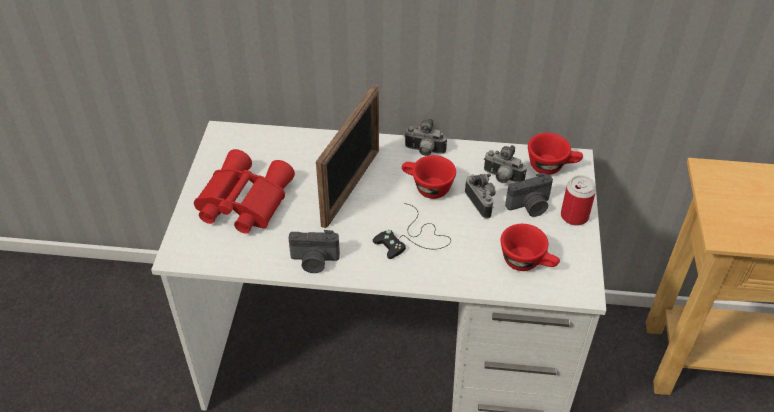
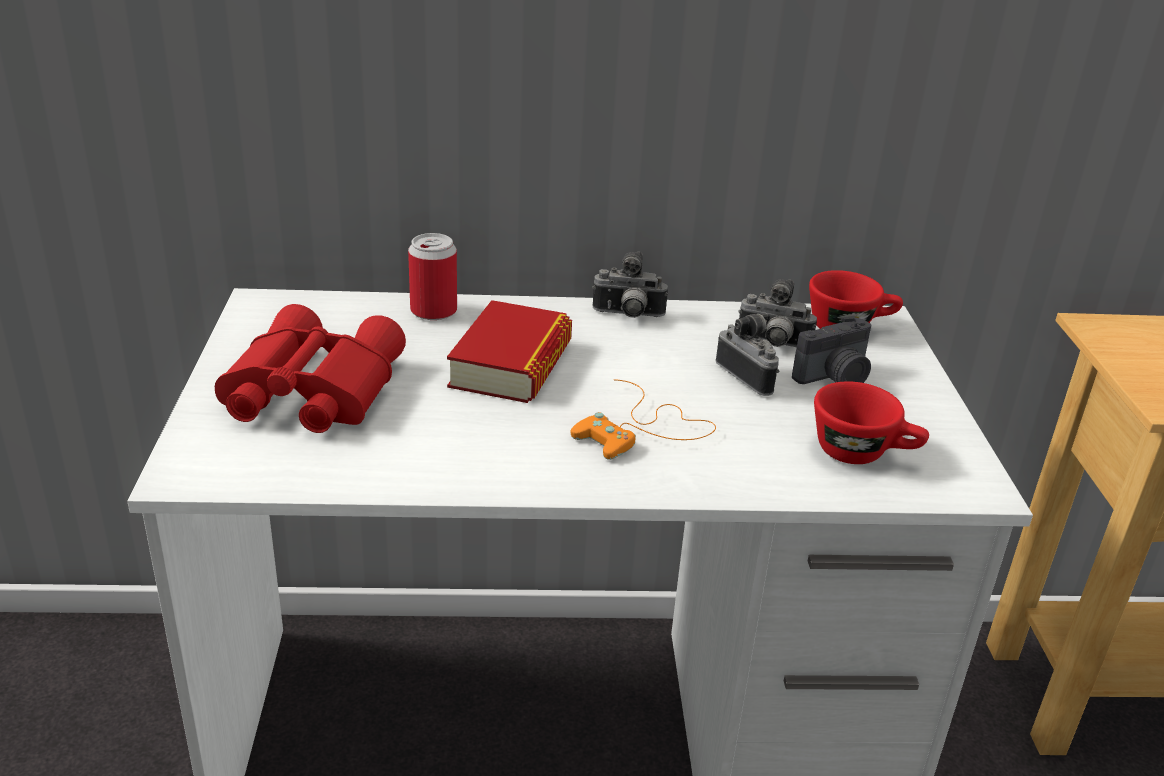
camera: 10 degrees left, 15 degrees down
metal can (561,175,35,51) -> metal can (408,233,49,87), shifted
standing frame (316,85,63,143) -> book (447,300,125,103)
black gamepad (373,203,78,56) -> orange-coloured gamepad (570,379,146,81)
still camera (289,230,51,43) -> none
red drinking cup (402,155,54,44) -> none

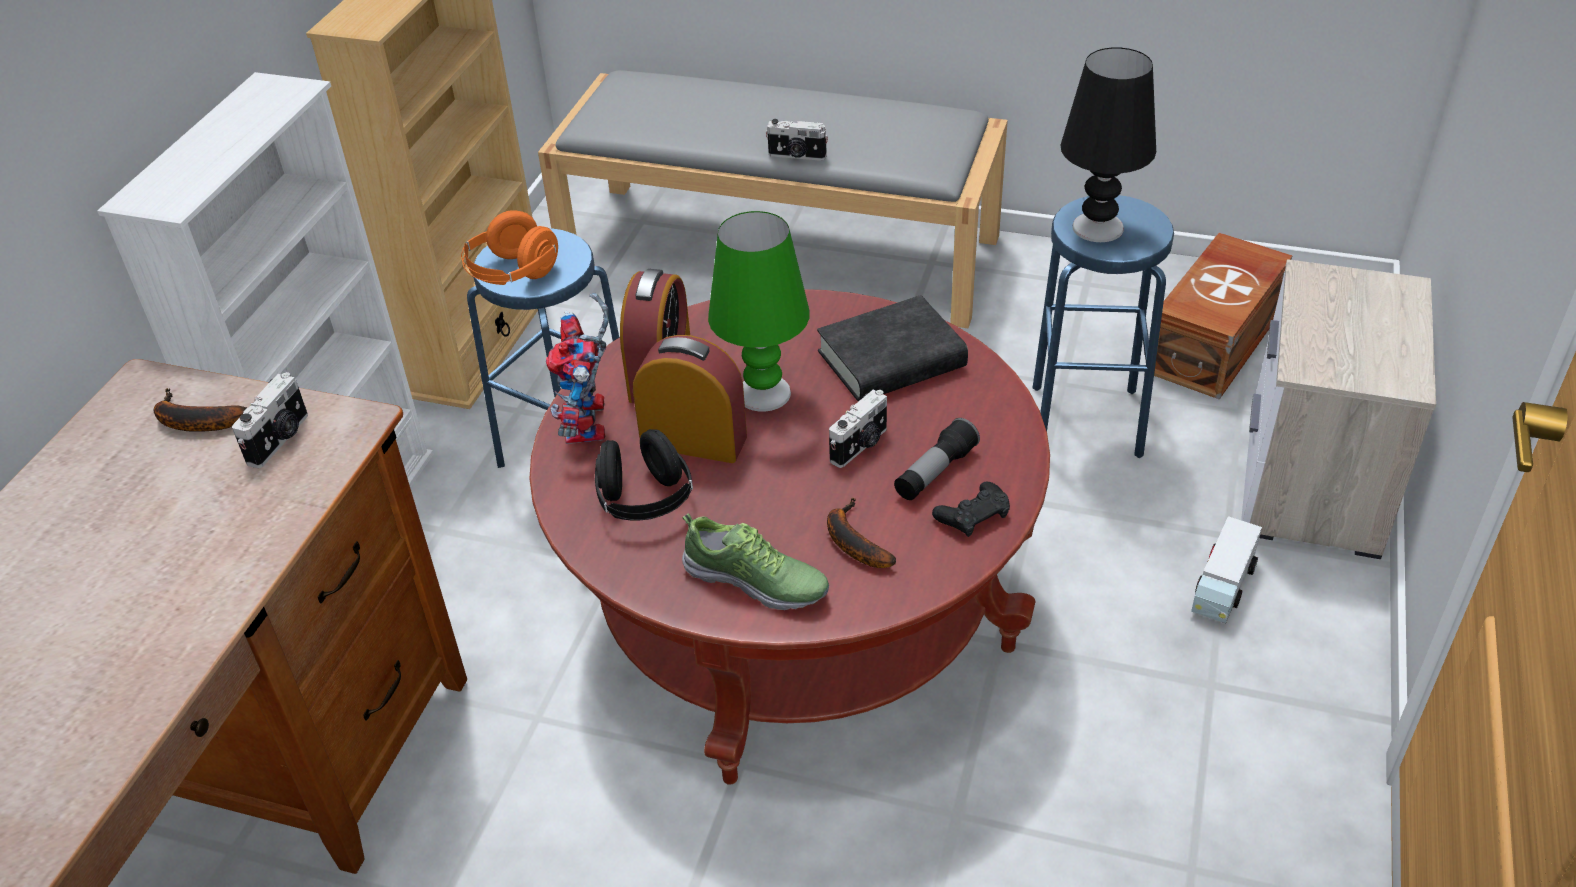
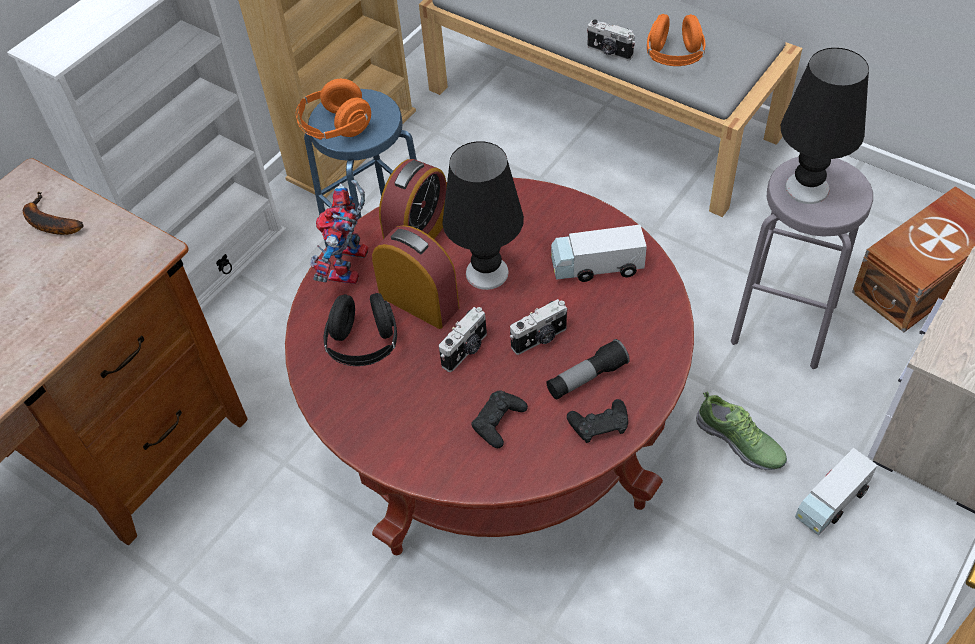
camera: 20 degrees right, 10 degrees up
still camera (232,372,76,96) -> still camera (439,307,48,65), shifted
greenish lamp for a table (708,211,102,200) -> black lamp for a table (442,142,82,148)
banana fruit (827,498,69,70) -> black gamepad (471,390,57,58)
black book (817,295,151,106) -> model truck (551,225,96,57)
none -> orange-coloured headphones (647,14,58,52)
low shoe (682,513,147,97) -> low shoe (696,392,91,78), shifted
bluish sitting stool (1032,195,142,263) -> greyish sitting stool (731,157,142,212)

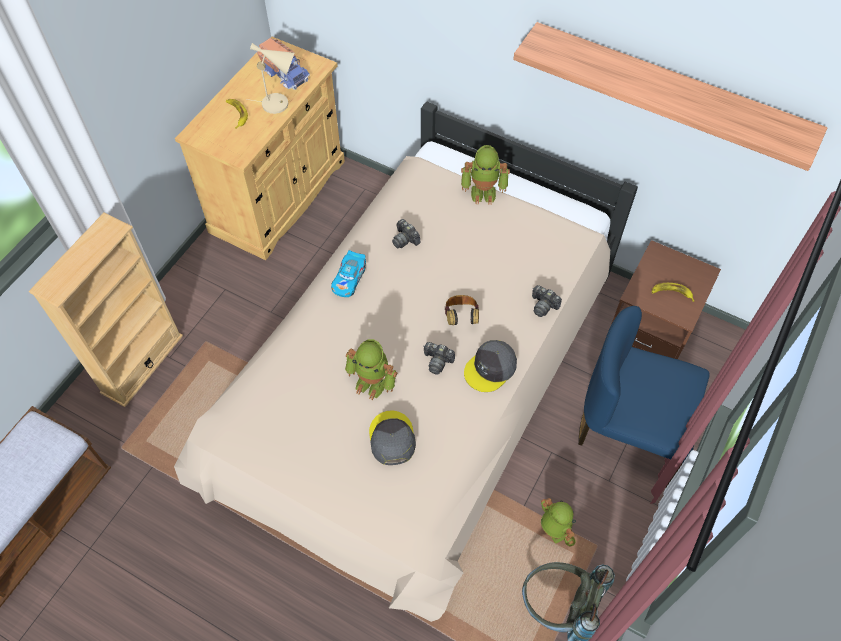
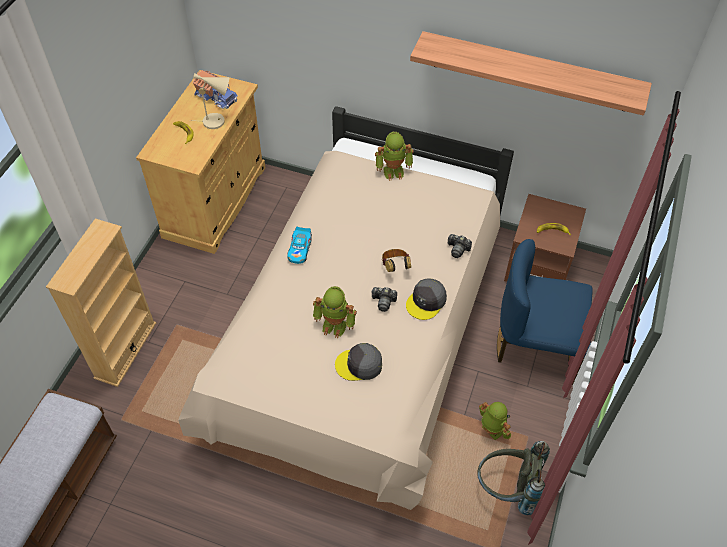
camera: 10 degrees left, 5 degrees down
greyish cap (369,410,47,55) -> greyish cap (335,343,47,38), 75 degrees counterclockwise
still camera (392,219,29,29) -> none

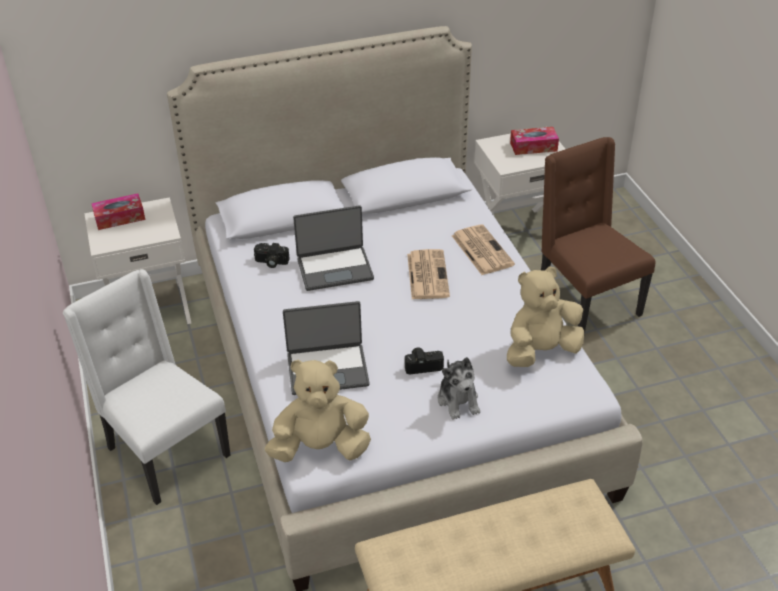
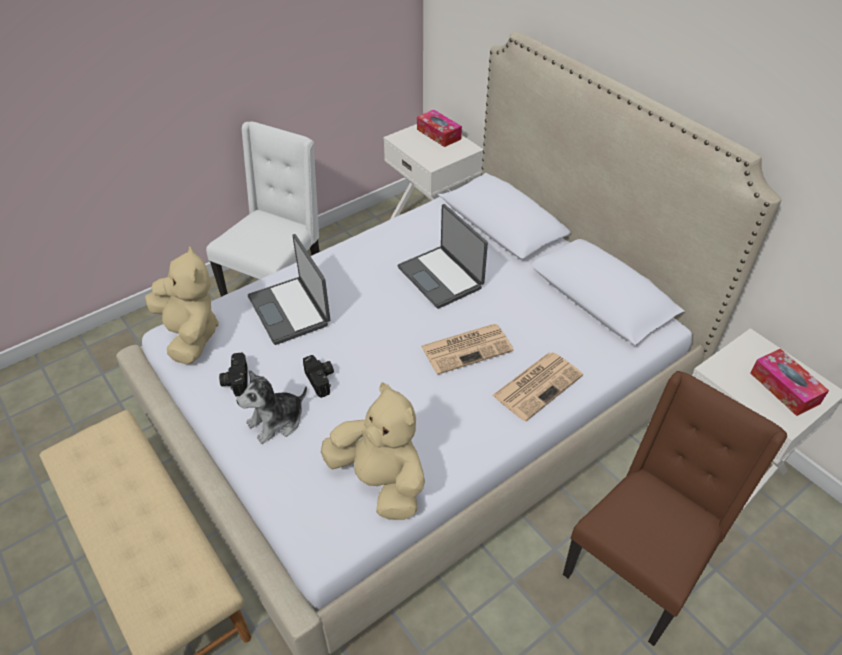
camera: 70 degrees right, 5 degrees up
still camera (254,243,36,25) -> still camera (219,352,28,44), shifted

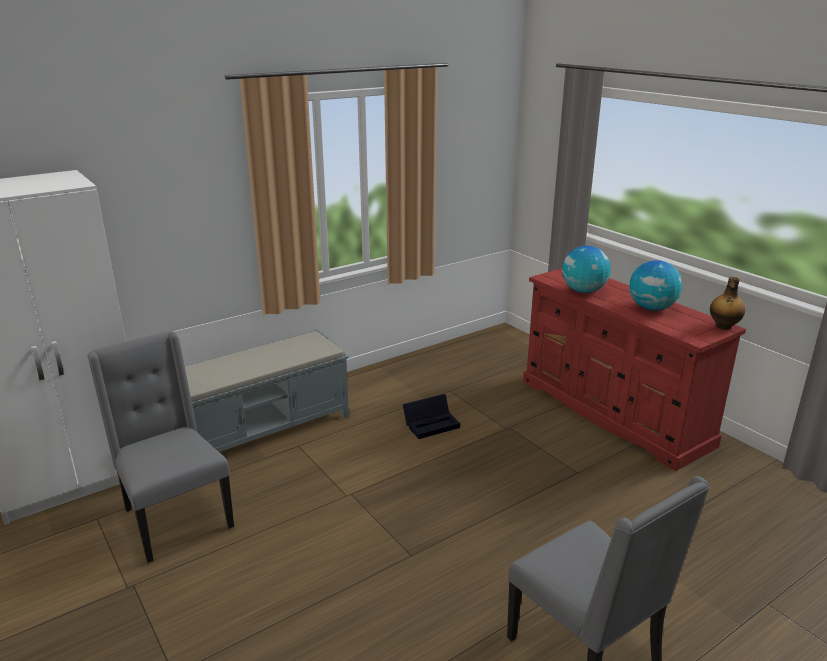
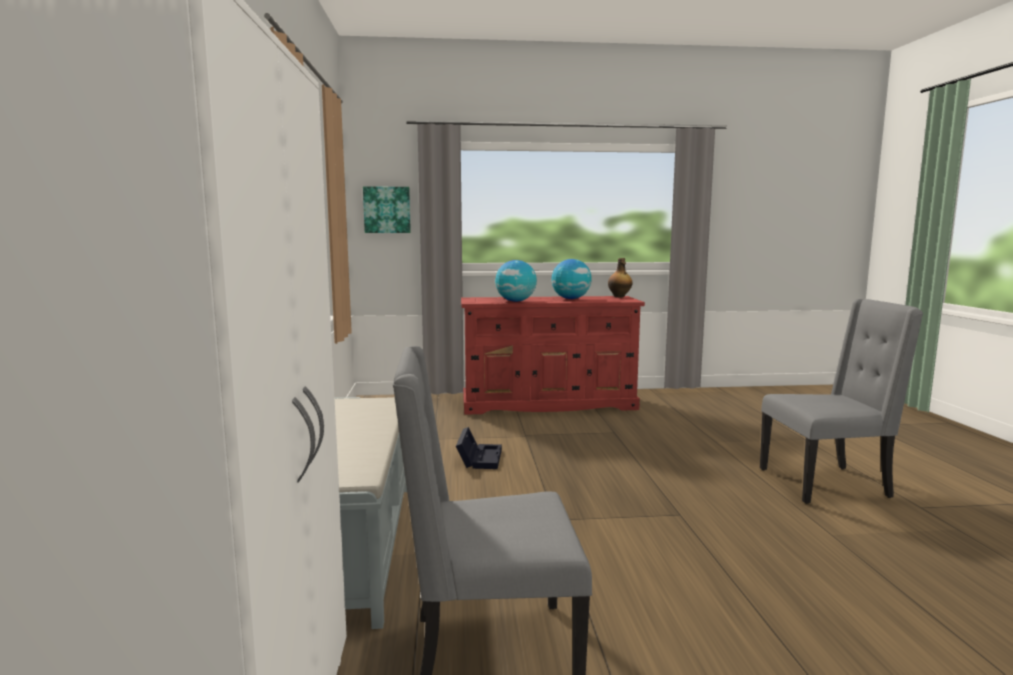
camera: 60 degrees left, 15 degrees down
none -> picture (363,186,48,47)

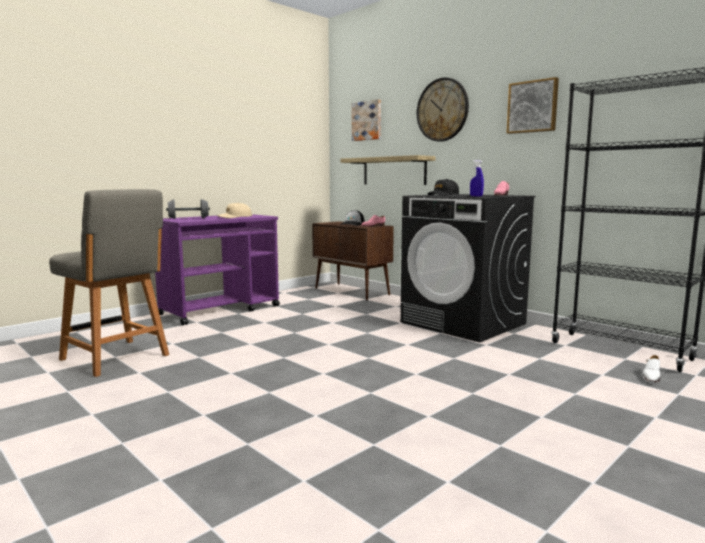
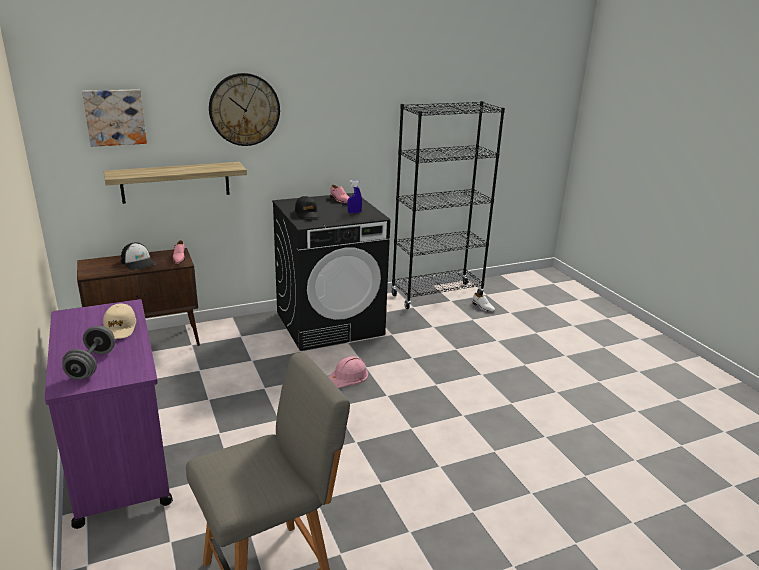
camera: 70 degrees left, 15 degrees up
none -> pink work helmet (328,356,40,32)
picture (506,77,53,57) -> none

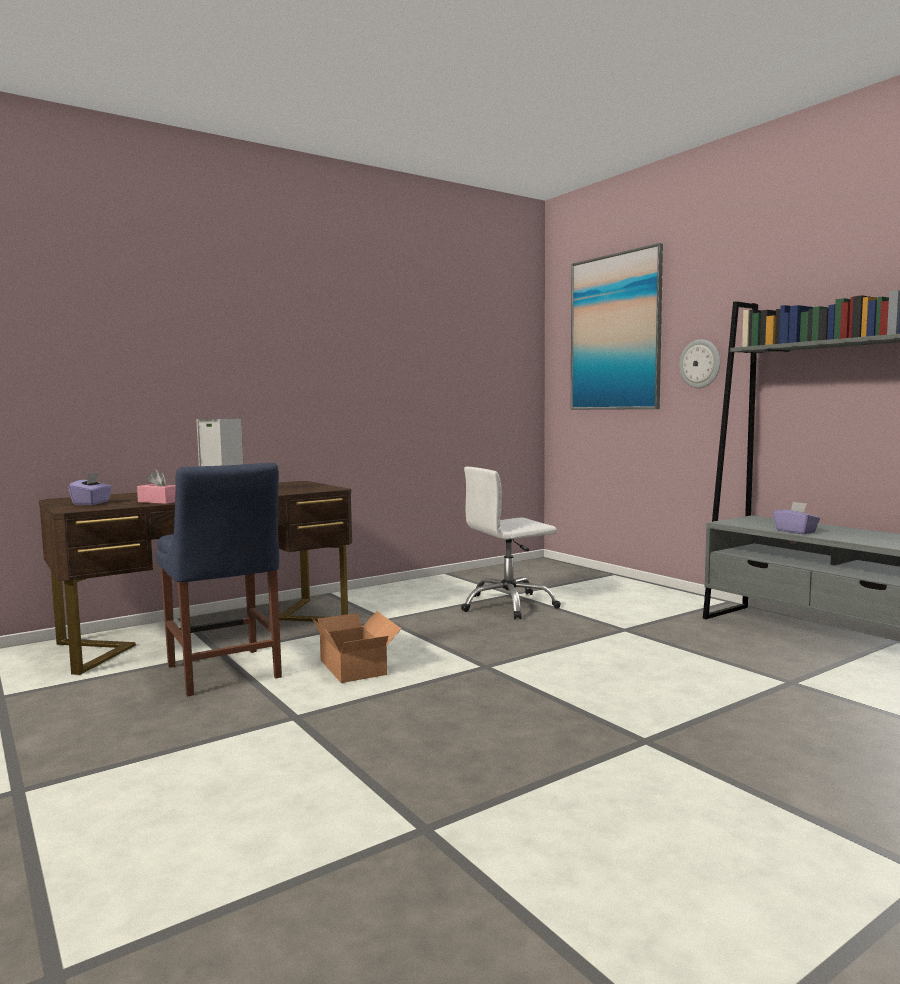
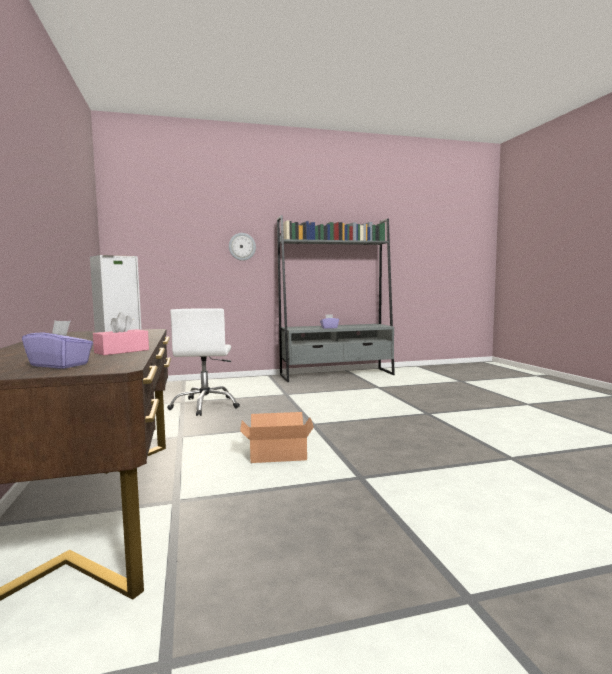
camera: 70 degrees left, 0 degrees up
bluish chair (156,463,126,234) -> none
picture (571,243,92,167) -> none

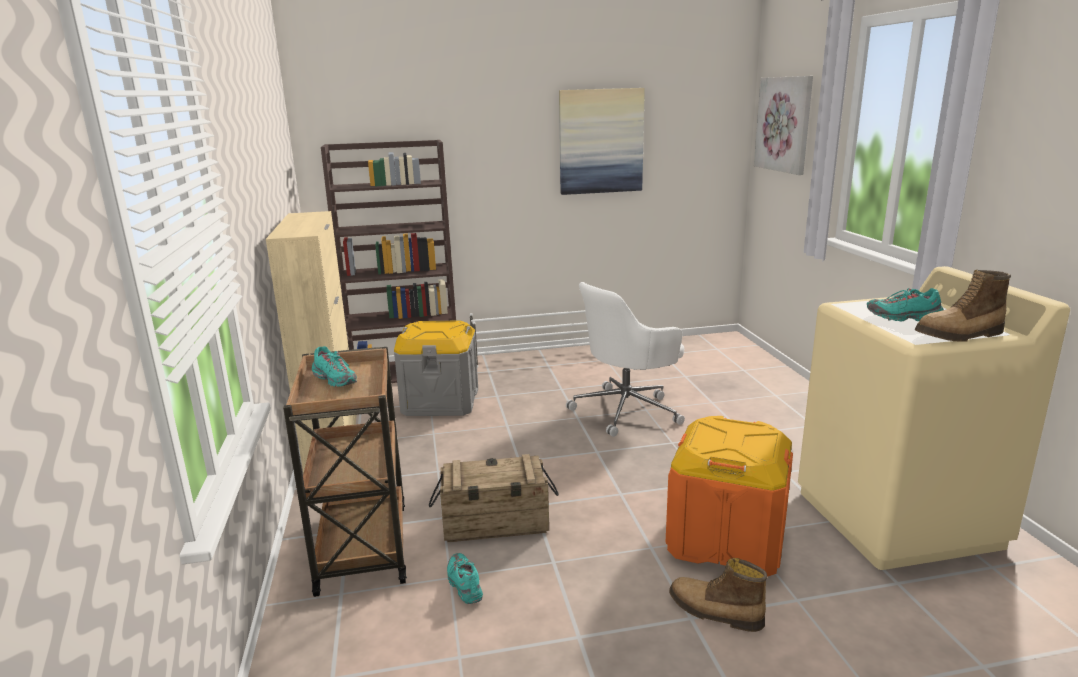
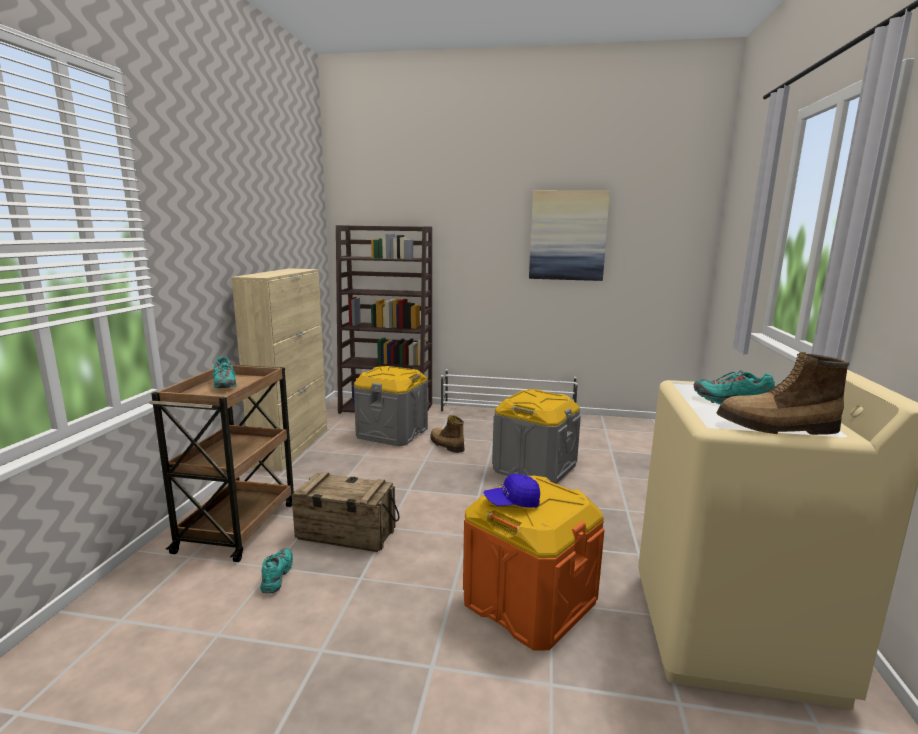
camera: 20 degrees right, 5 degrees down
boot (669,558,98,74) -> boot (430,415,35,38), shifted
none -> bluish cap (484,474,56,34)
white-coloured desk chair (566,282,119,155) -> greyish storage container (492,389,89,95)
picture (754,76,59,99) -> none

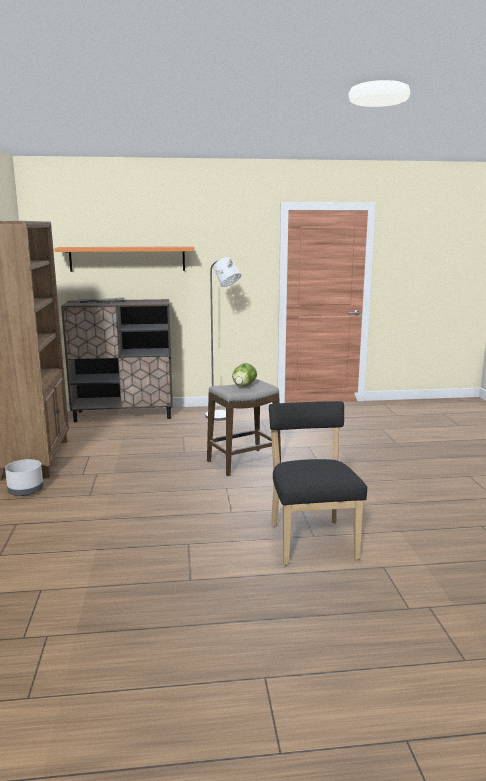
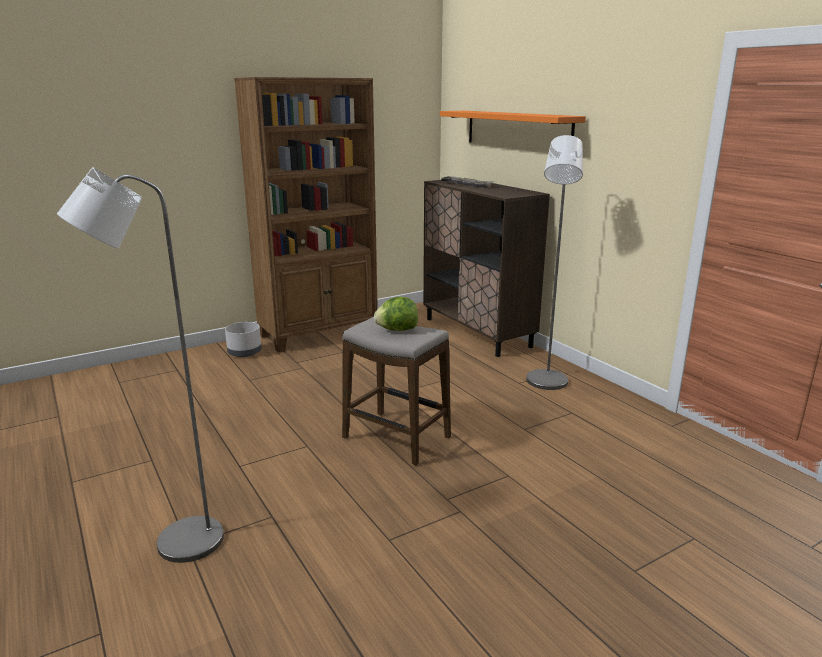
camera: 65 degrees right, 5 degrees up
black chair (269,401,98,164) -> greyish standing lamp (57,167,167,396)

